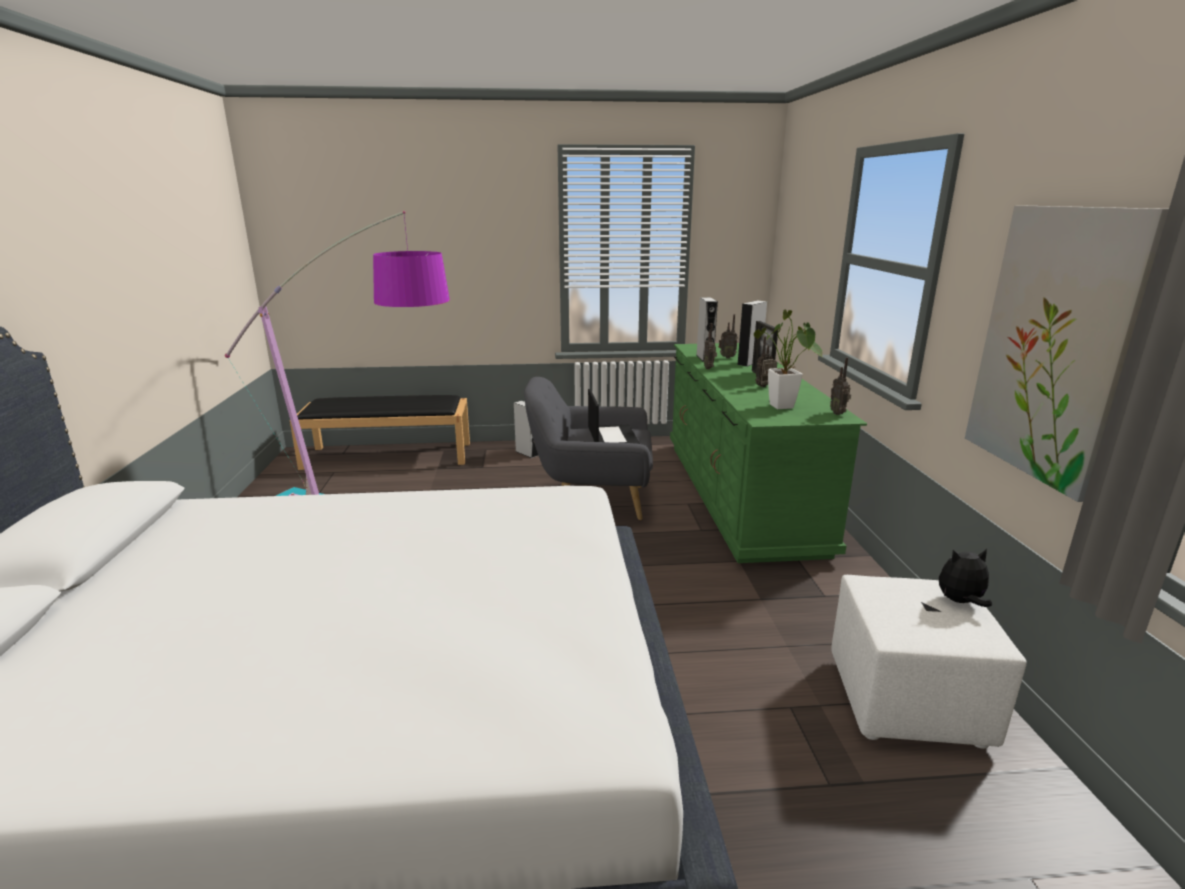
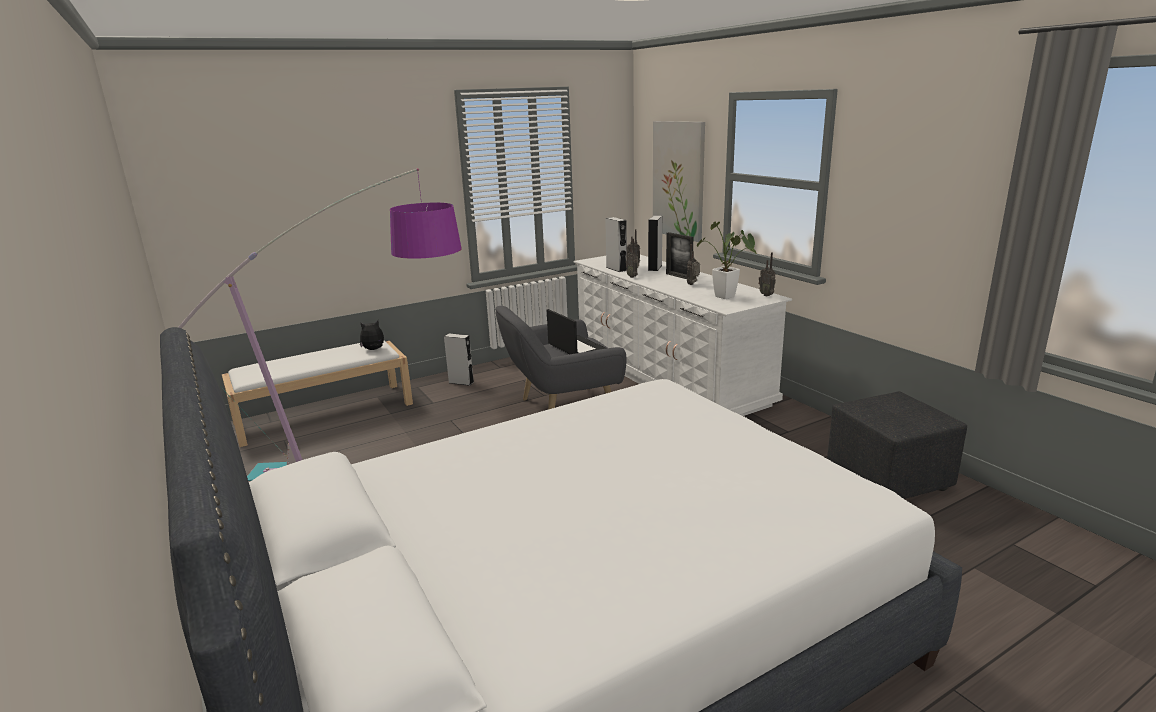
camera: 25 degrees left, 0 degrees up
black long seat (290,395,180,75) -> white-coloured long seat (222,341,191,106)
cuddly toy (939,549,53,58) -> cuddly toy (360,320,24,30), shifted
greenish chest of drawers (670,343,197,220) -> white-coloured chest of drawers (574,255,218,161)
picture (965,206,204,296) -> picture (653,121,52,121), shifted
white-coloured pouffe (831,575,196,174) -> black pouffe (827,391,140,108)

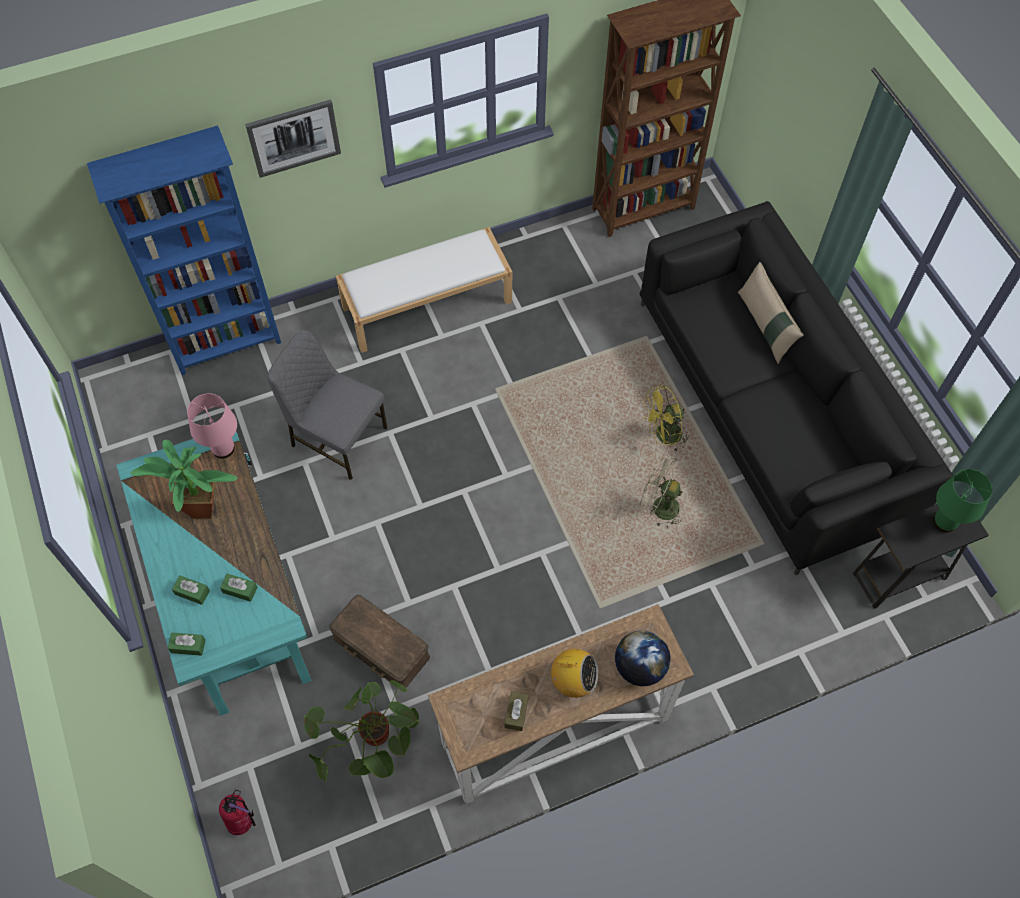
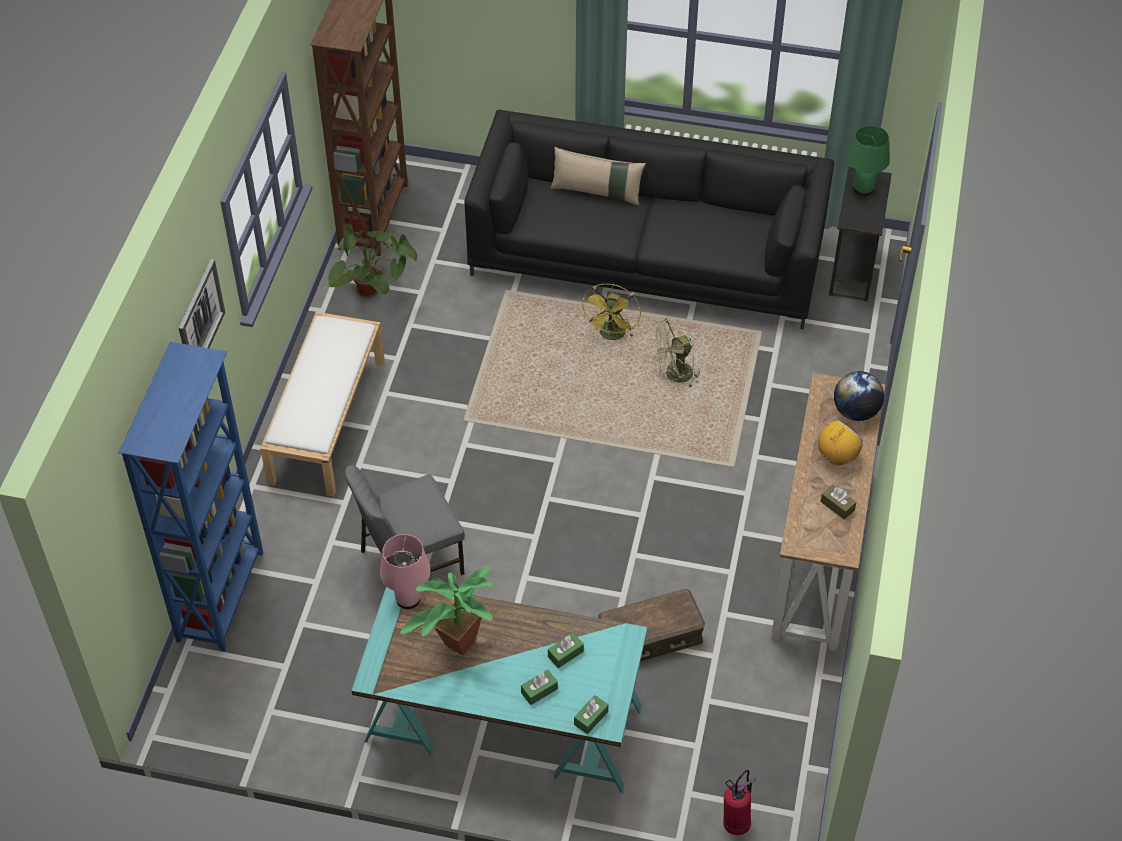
camera: 55 degrees left, 10 degrees down
potted plant (304,681,115,101) -> potted plant (327,223,90,75), shifted

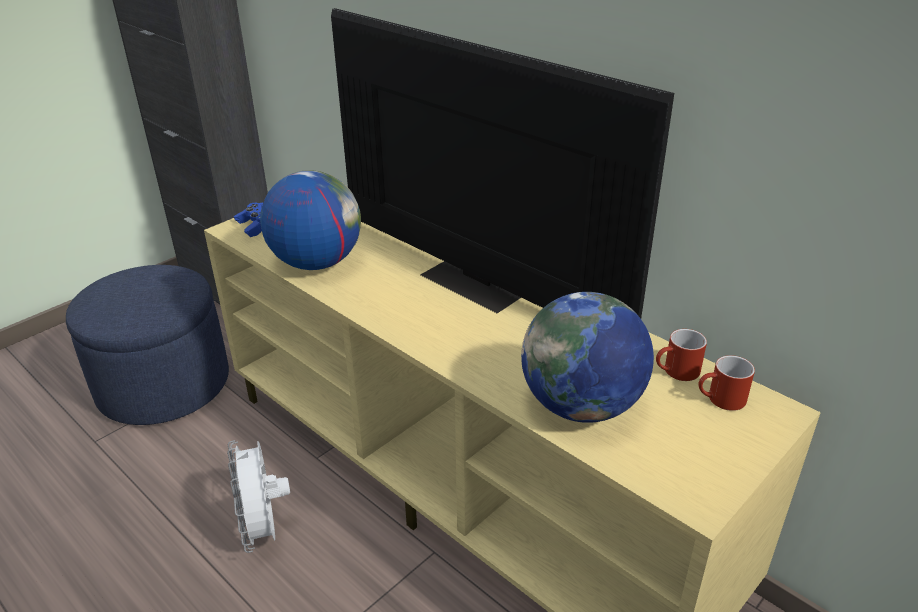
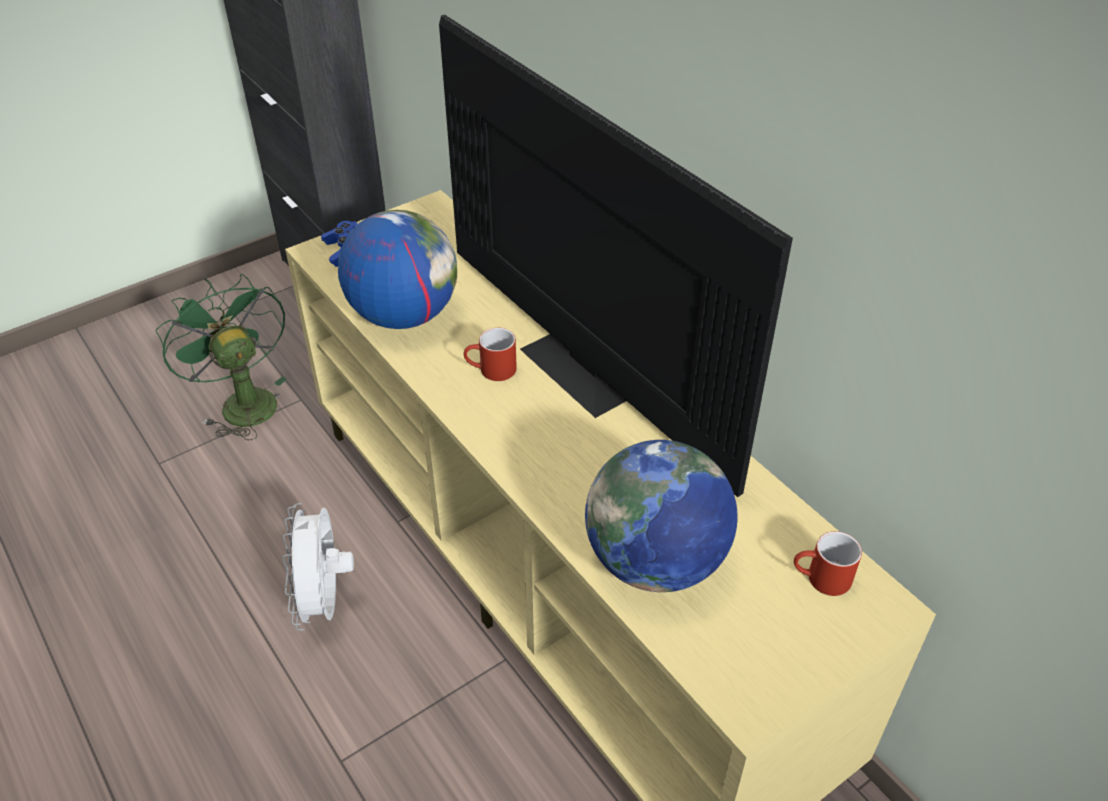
camera: 10 degrees right, 10 degrees up
bluish pouffe (66,265,163,160) -> greenish cooling fan (155,274,132,167)
red tea mug (656,329,51,52) -> red tea mug (464,328,53,53), shifted

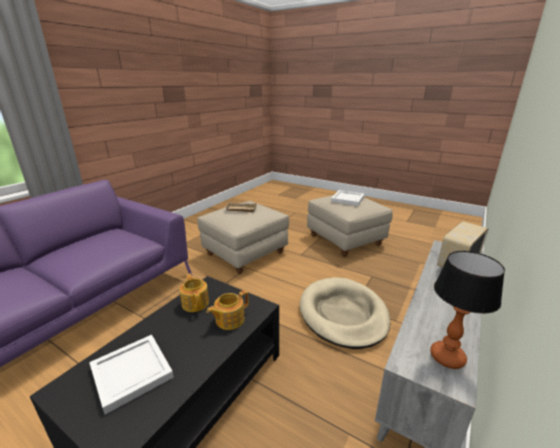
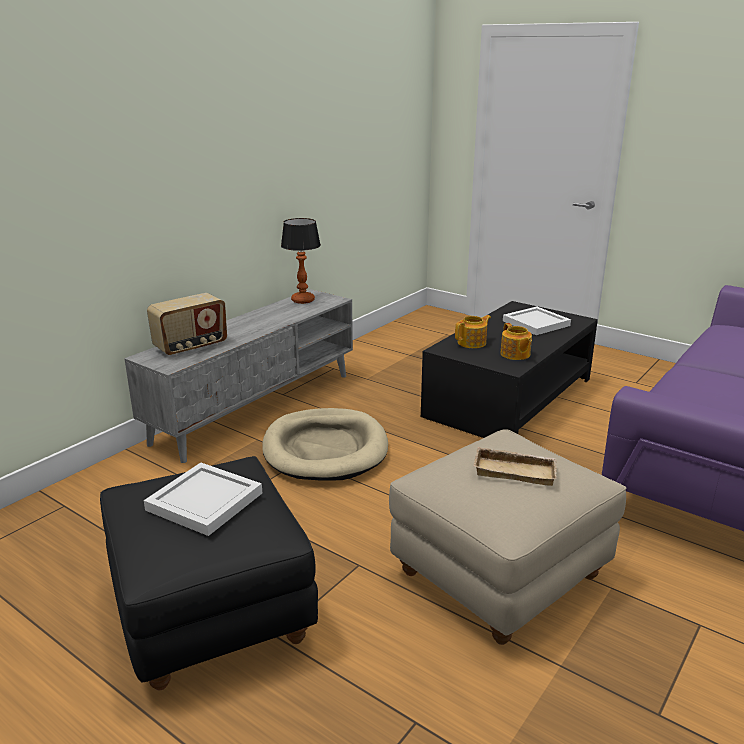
camera: 175 degrees left, 0 degrees up
beige pouffe (307,195,86,62) -> black pouffe (100,456,218,235)

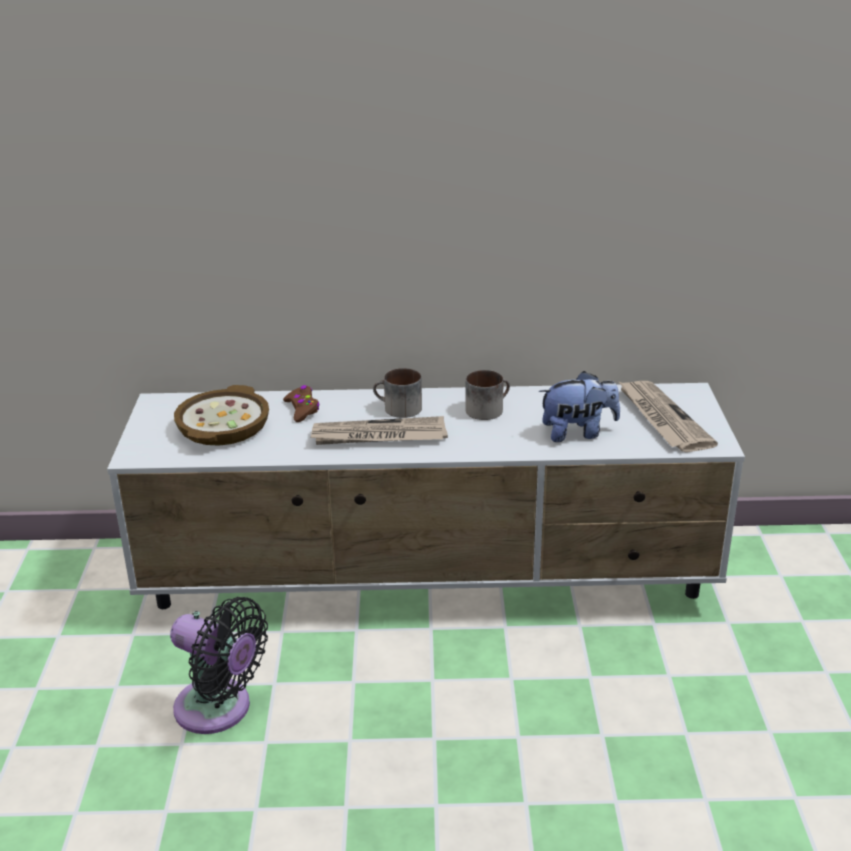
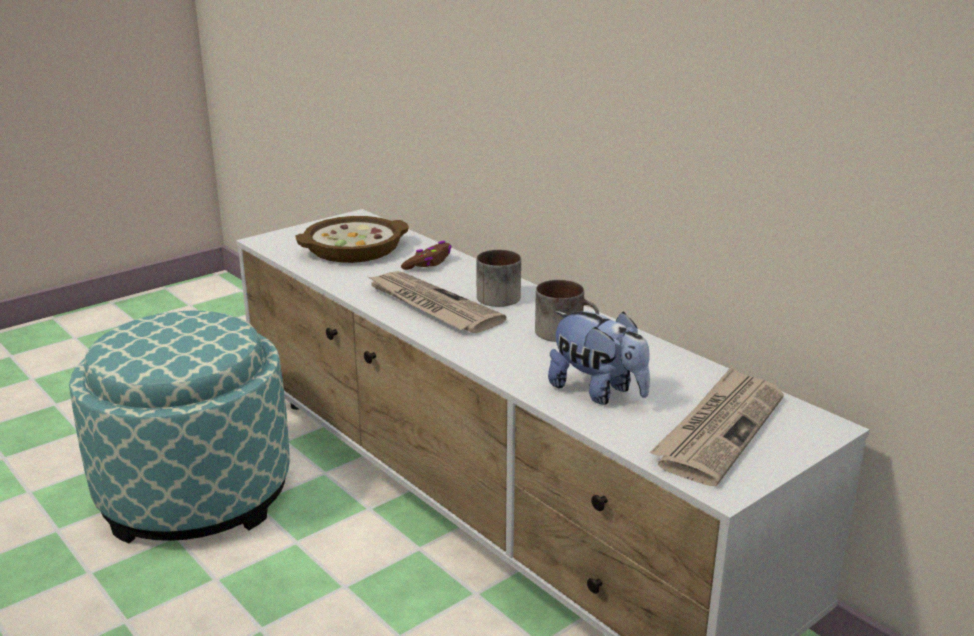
camera: 50 degrees right, 5 degrees down
black cooling fan (170,597,98,137) -> pouffe (69,311,221,232)

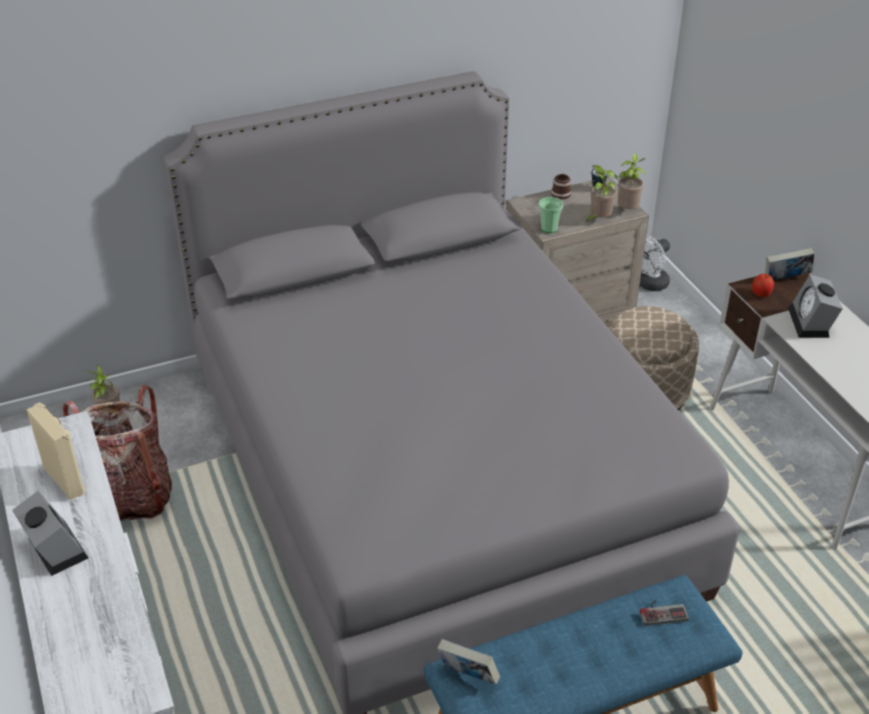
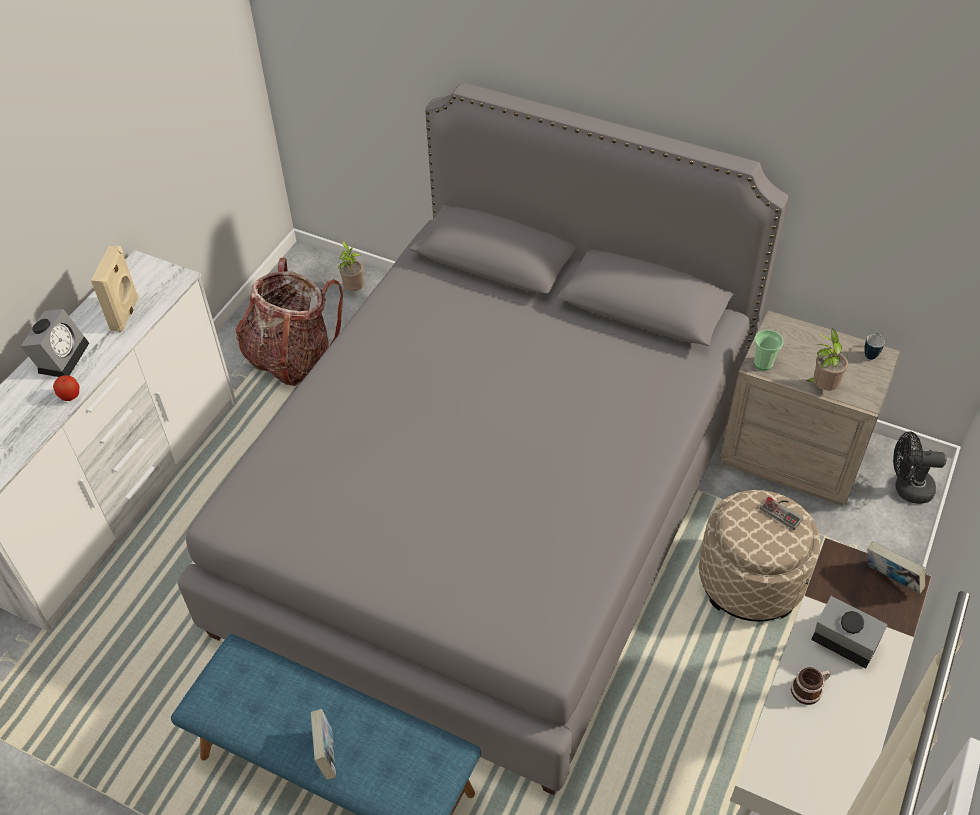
camera: 50 degrees right, 10 degrees up
apple (752,274,22,23) -> apple (53,375,26,26), shifted
book (437,639,63,46) -> book (311,709,25,71), shifted
gamepad (640,600,49,26) -> gamepad (760,497,43,33), shifted
tea mug (551,173,20,27) -> tea mug (791,667,39,38), shifted
alarm clock (789,274,54,64) -> alarm clock (811,596,77,72), 75 degrees clockwise
white-coloured cooling fan (640,235,30,56) -> black cooling fan (893,432,53,72)
potted plant (618,153,28,56) -> none

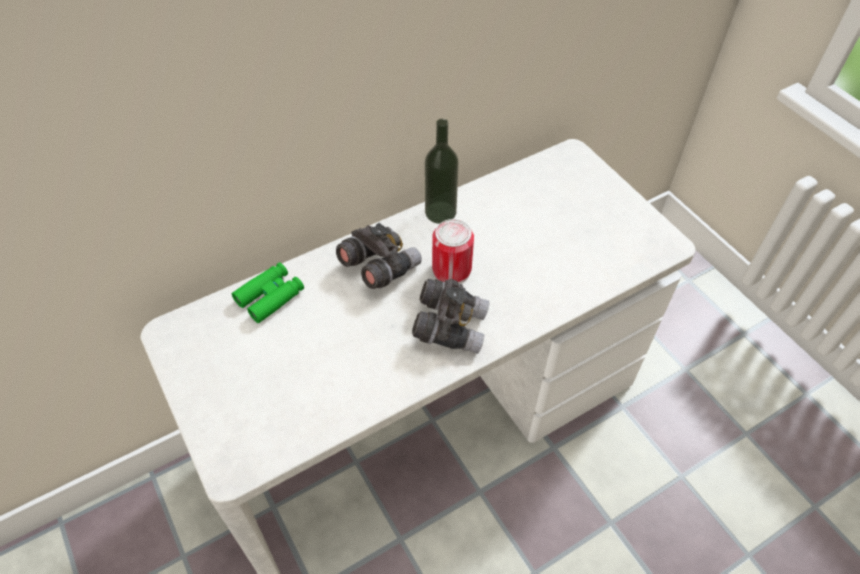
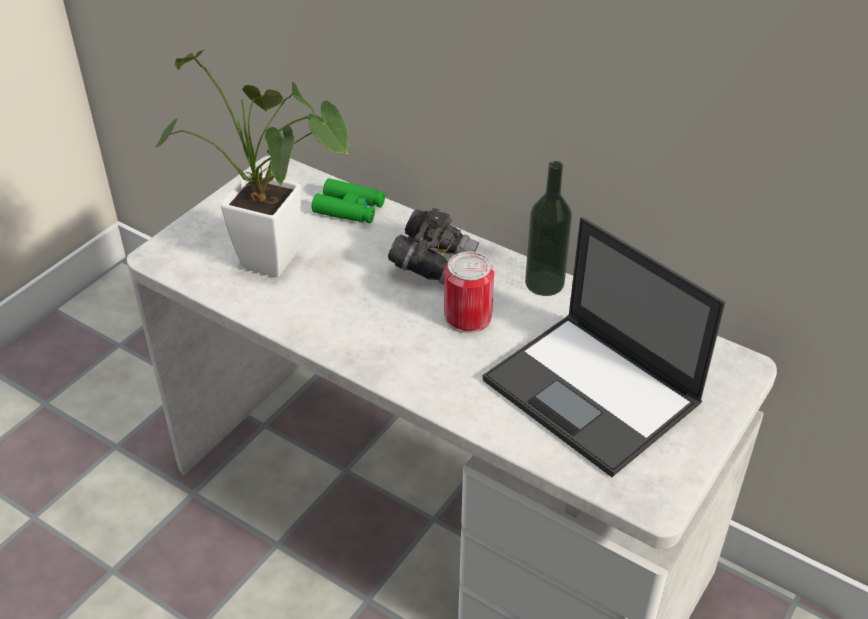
camera: 65 degrees right, 10 degrees down
none -> potted plant (156,50,195,227)
none -> laptop (483,217,242,260)
greyish pair of binoculars (412,279,78,75) -> none

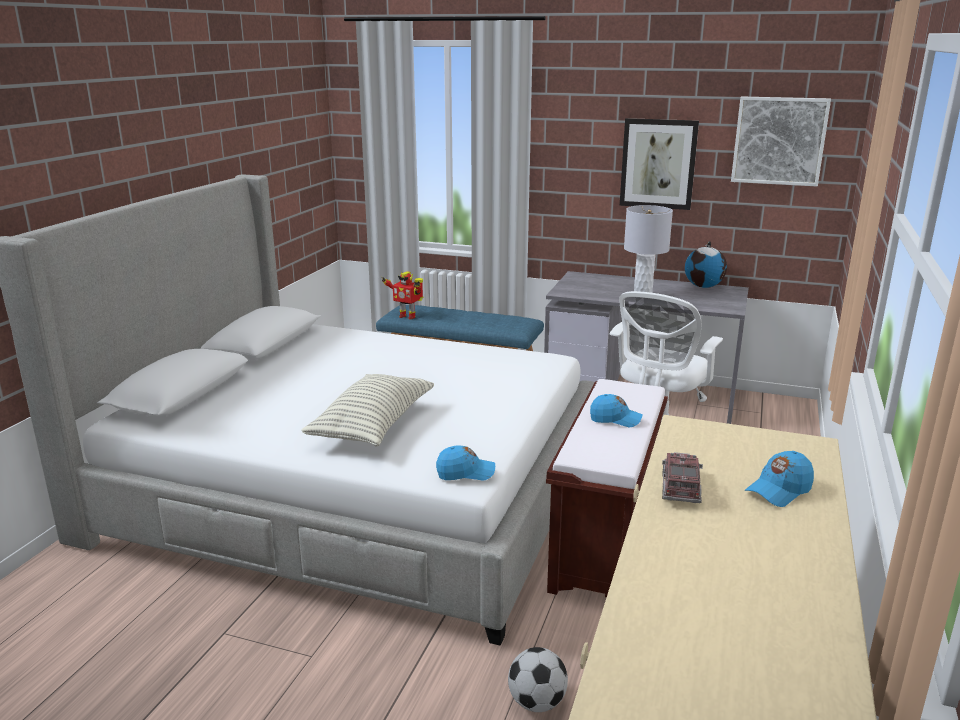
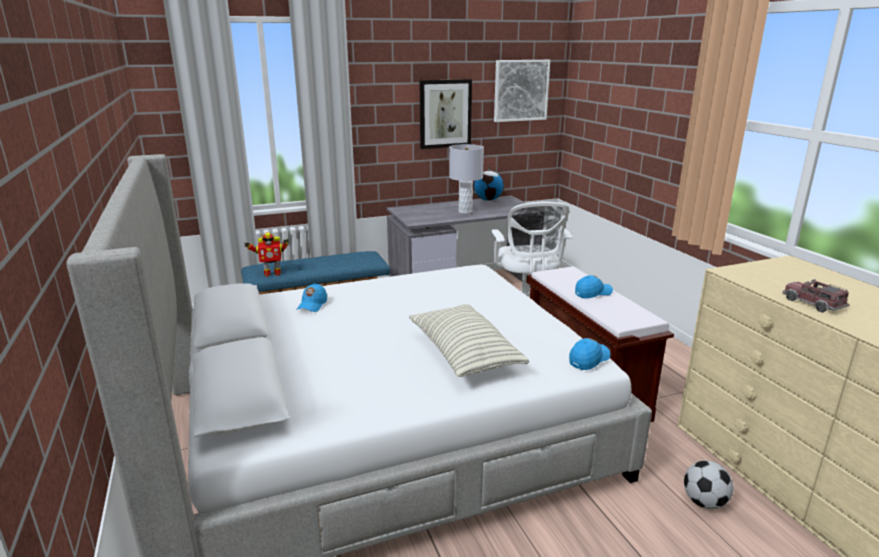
camera: 40 degrees left, 0 degrees up
bluish cap (745,451,69,56) -> bluish cap (296,283,31,29), shifted

